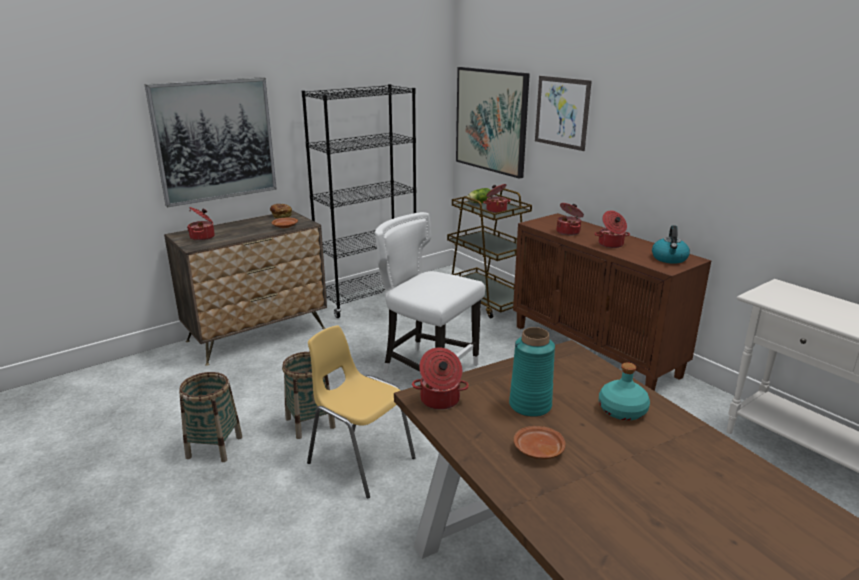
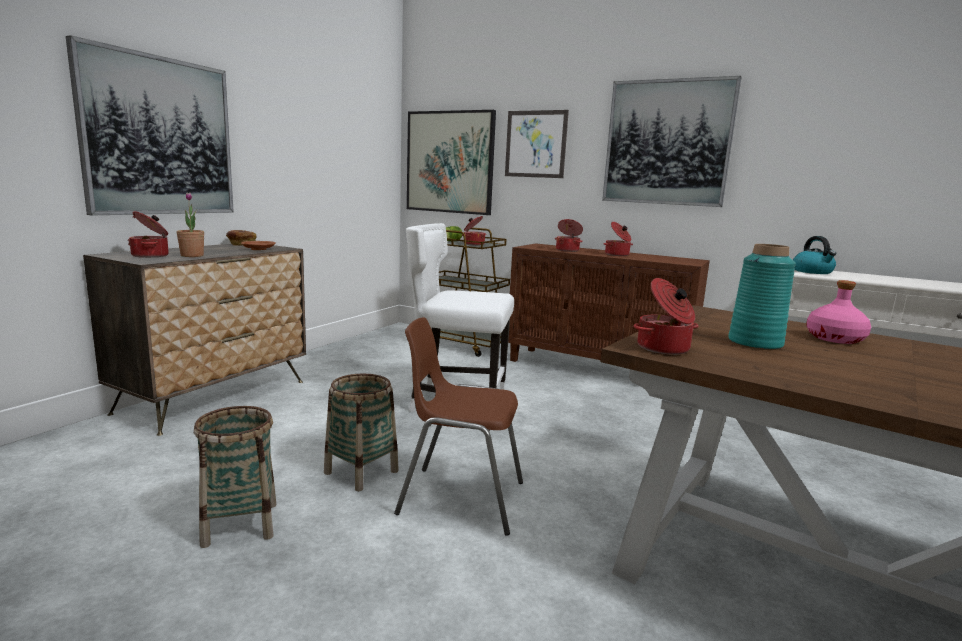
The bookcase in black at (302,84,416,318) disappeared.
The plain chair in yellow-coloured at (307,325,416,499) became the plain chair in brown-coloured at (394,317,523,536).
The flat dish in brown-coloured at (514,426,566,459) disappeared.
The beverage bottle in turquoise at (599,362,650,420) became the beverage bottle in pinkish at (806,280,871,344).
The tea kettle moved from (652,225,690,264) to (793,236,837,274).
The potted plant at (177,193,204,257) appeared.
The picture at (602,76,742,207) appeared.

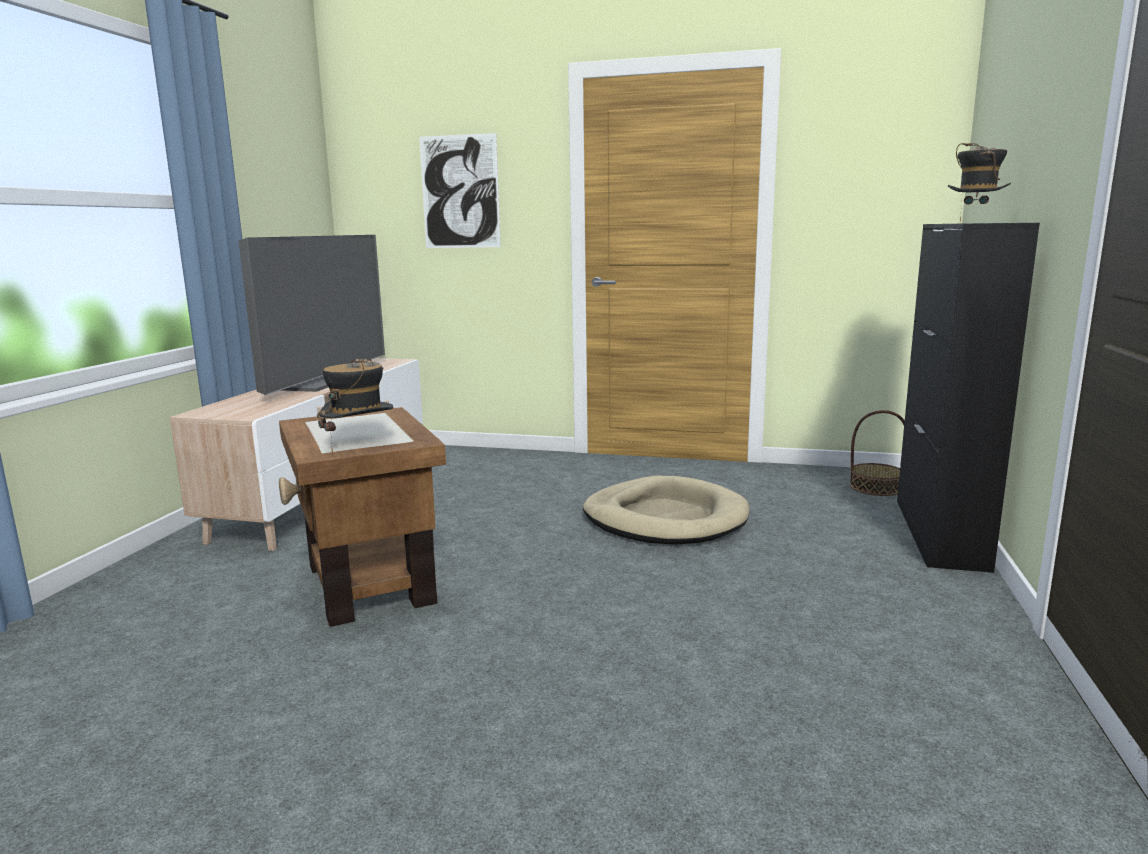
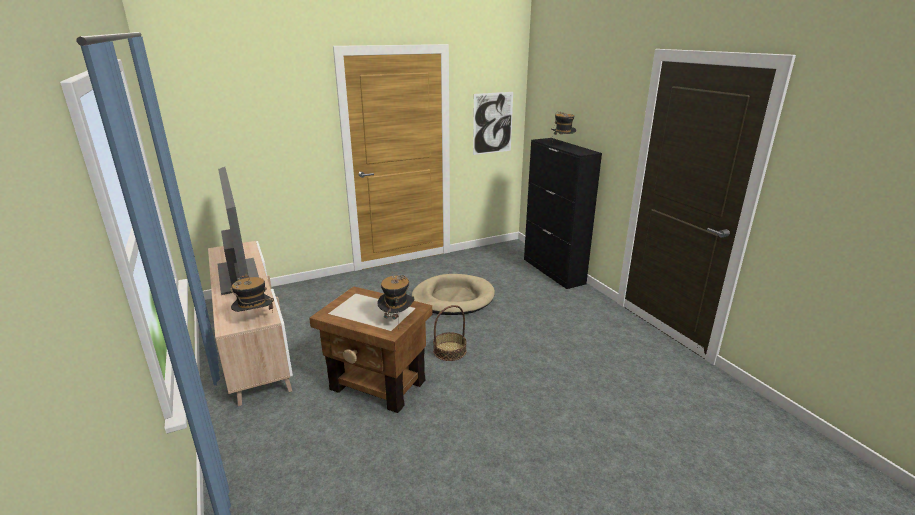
The picture moved from (419,133,501,248) to (473,92,513,155).
The storage basket moved from (850,410,905,496) to (433,305,467,361).
The hat at (230,273,274,313) appeared.

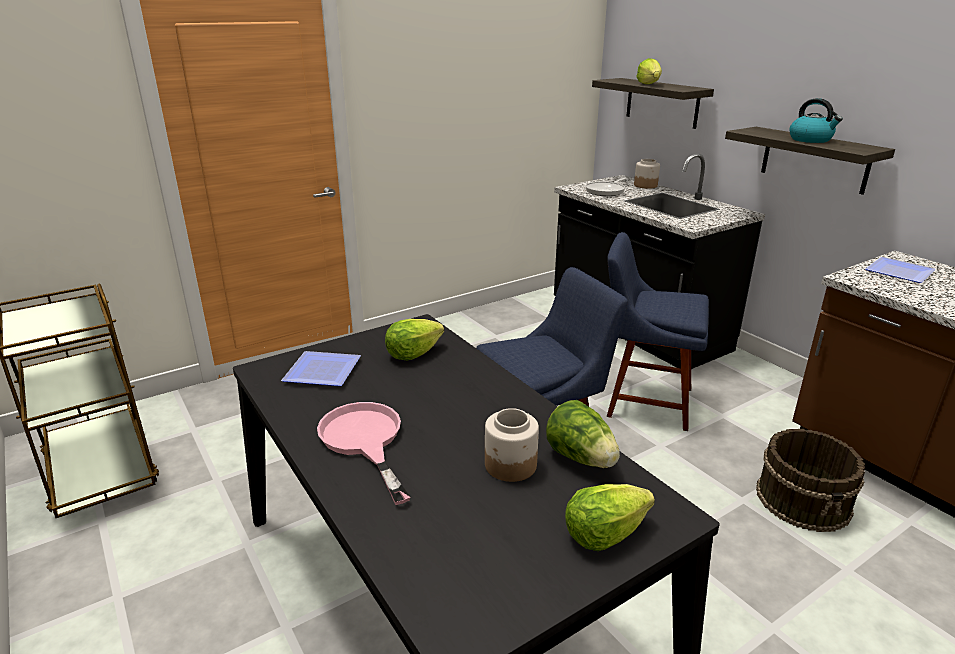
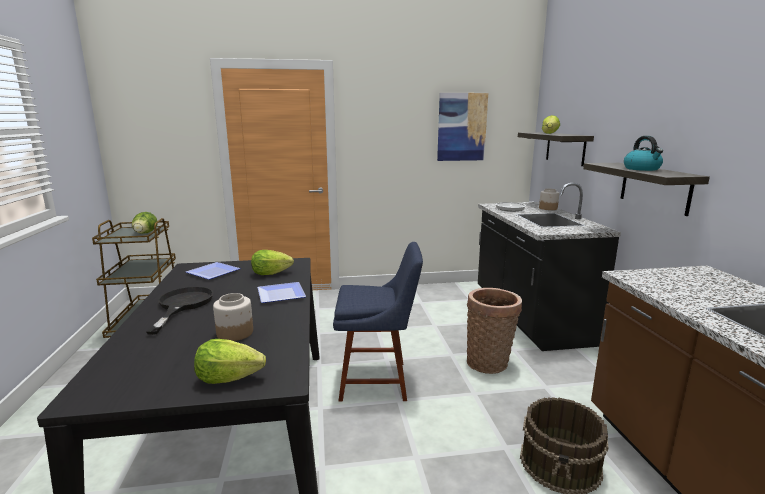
The frying pan in pinkish at (317,402,410,505) became the frying pan in black at (146,286,214,335).
The head of lettuce moved from (546,400,620,468) to (132,212,158,234).
The plain chair in bluish at (607,232,709,431) was replaced by the storage basket at (467,288,522,374).
The flat dish moved from (865,257,936,283) to (257,282,306,303).
The picture at (437,93,488,161) appeared.

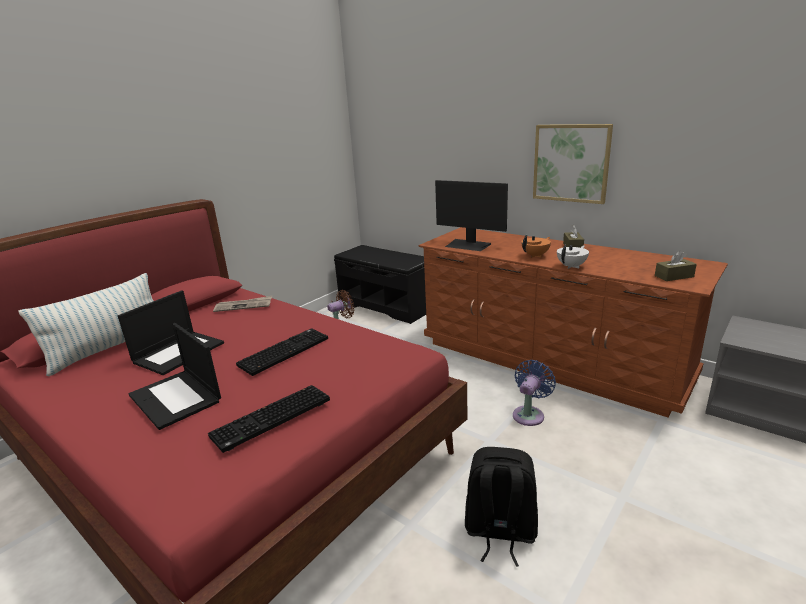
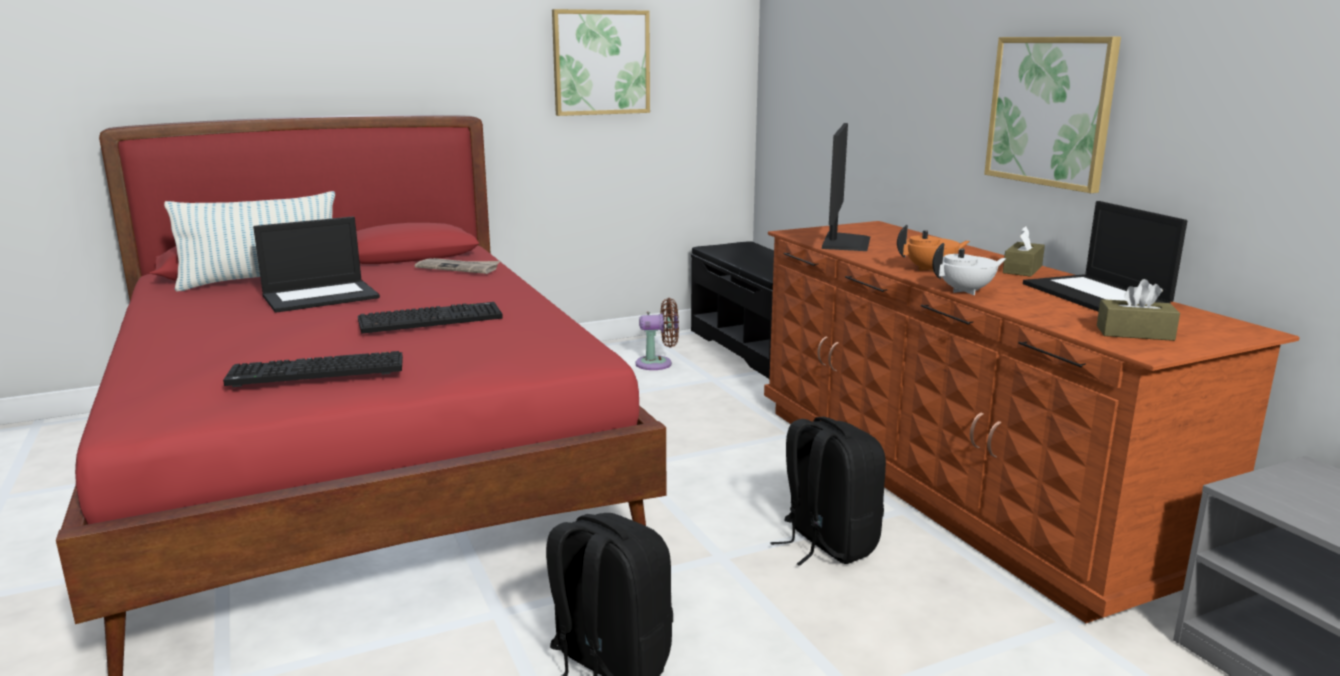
The portable computer moved from (128,323,221,430) to (1023,201,1187,312).
The computer display at (435,180,508,251) turned 135 degrees counterclockwise.
The electric fan in bluish at (513,360,556,426) was replaced by the knapsack in black at (770,417,886,566).
The picture at (552,9,650,116) appeared.

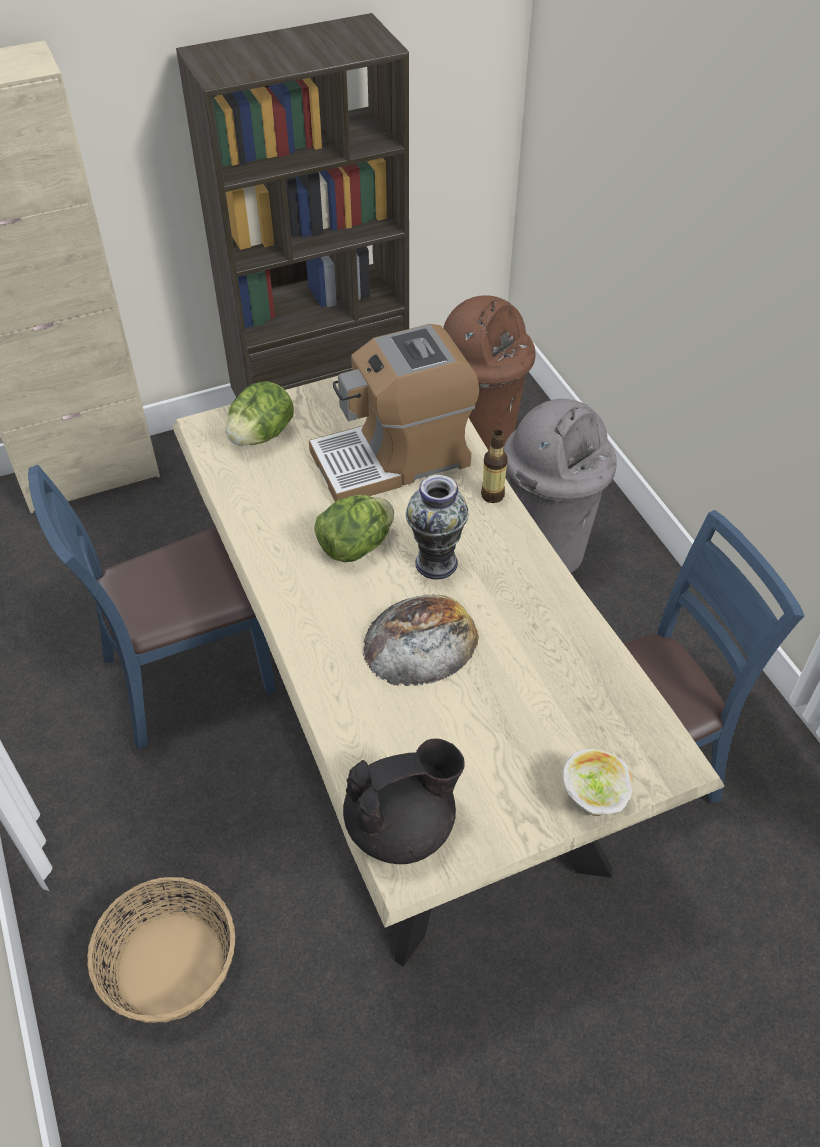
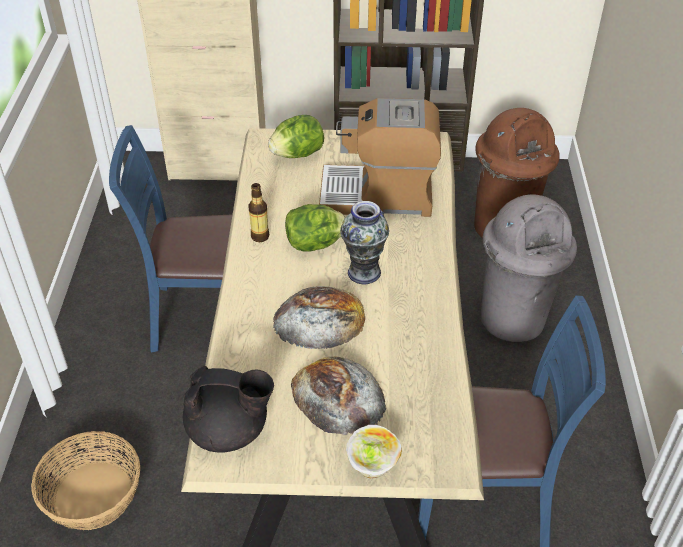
The beverage bottle moved from (481,430,508,503) to (248,183,269,242).
The baked bread at (291,357,386,435) appeared.

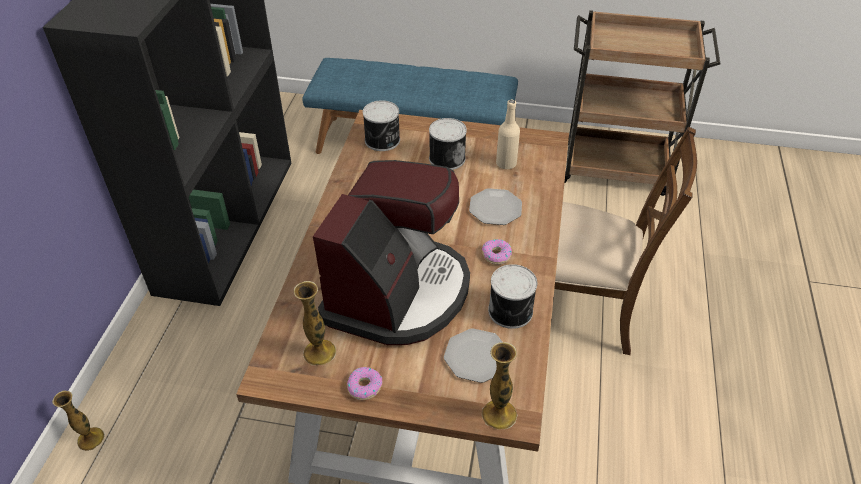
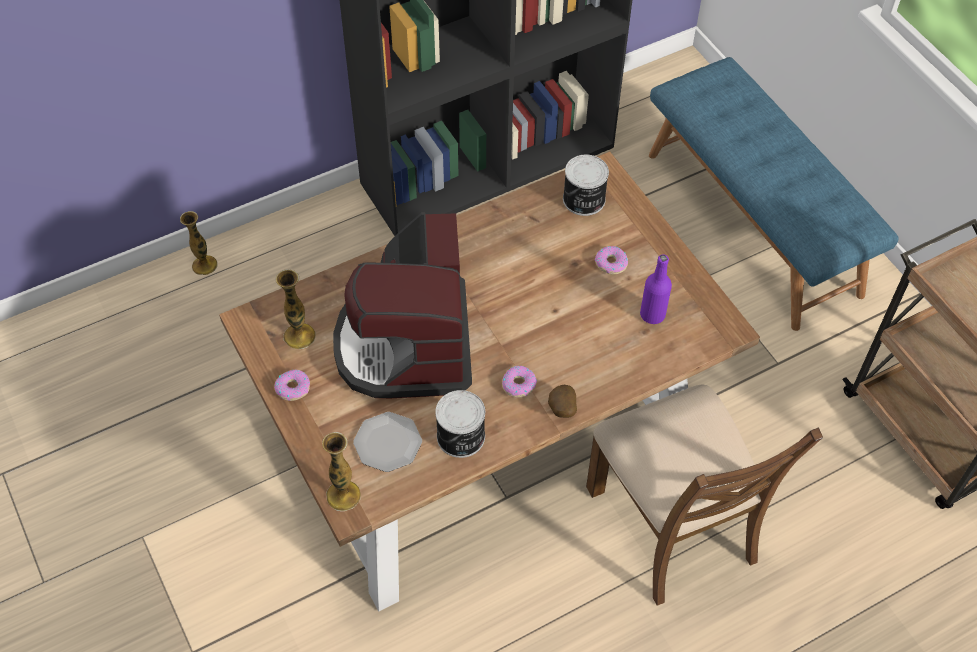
The coffee maker at (313,160,470,345) turned 105 degrees clockwise.
The metal can at (429,118,467,170) was replaced by the donut at (595,246,628,274).
The flat dish at (469,188,522,225) disappeared.
The beverage bottle in beige-coloured at (496,100,520,169) became the beverage bottle in purplish at (640,255,672,324).
The spud at (548,385,577,418) appeared.

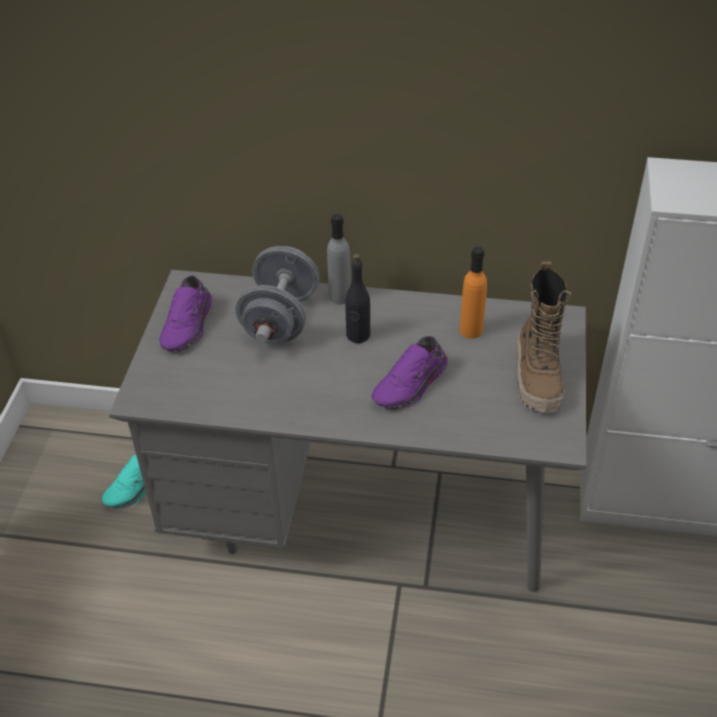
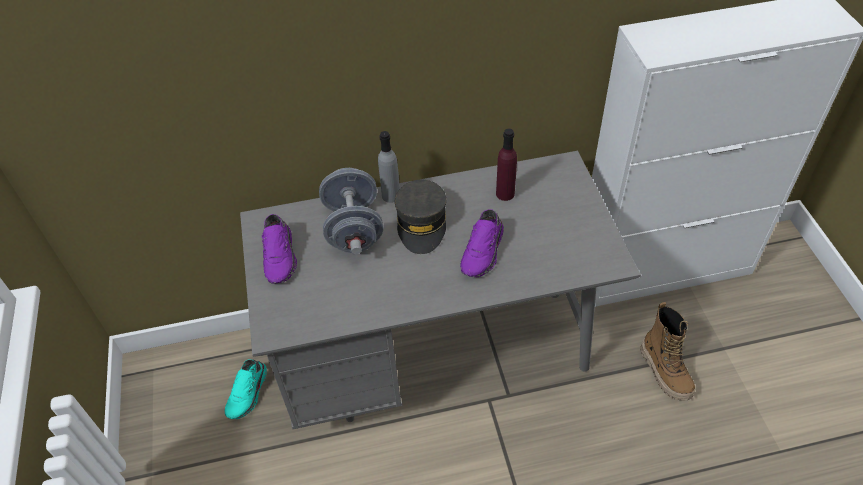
The beverage bottle in black at (345,253,370,343) was replaced by the cap in grey at (395,180,446,254).
The beverage bottle in orangey at (460,247,487,339) became the beverage bottle in purplish at (496,129,517,201).
The high-top boot moved from (517,261,572,413) to (640,302,695,401).

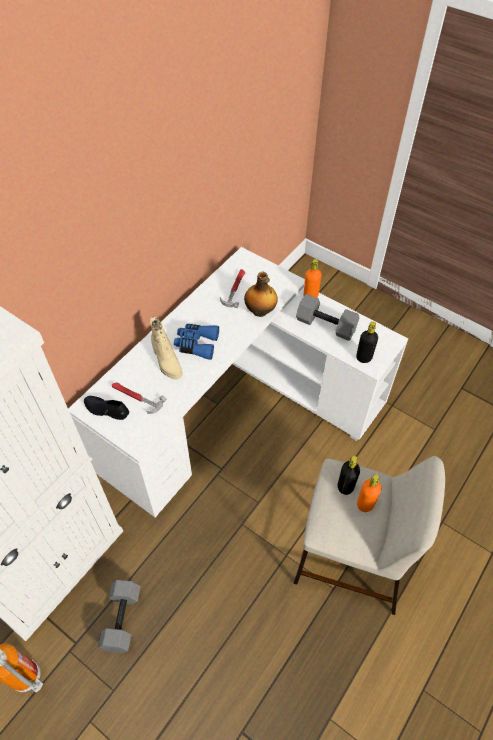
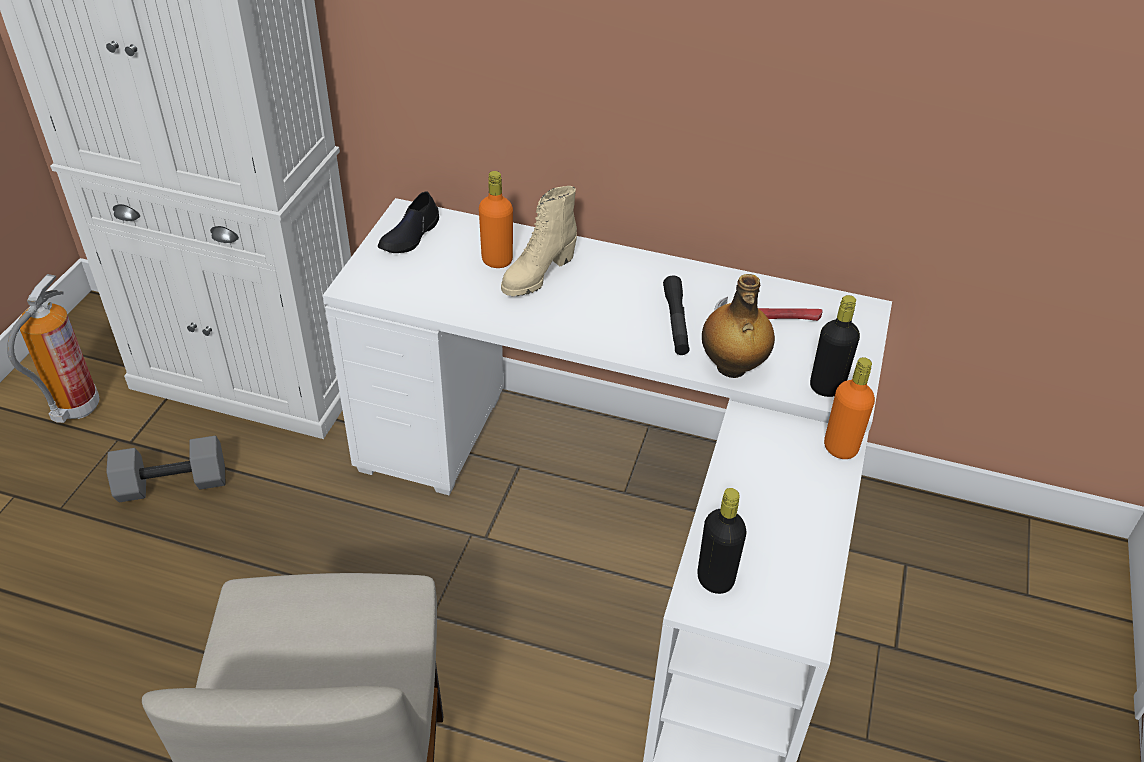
The item of footwear in black at (84,396,129,420) turned 150 degrees counterclockwise.
The hand hammer at (112,382,166,414) disappeared.
The field glasses in bluish at (174,324,219,360) disappeared.
The free weight in grey at (296,294,359,341) disappeared.
The beverage bottle in black moved from (338,456,360,495) to (810,295,860,397).
The beverage bottle in orangey moved from (357,474,381,512) to (479,171,513,268).
The torch in black at (663,275,690,355) appeared.

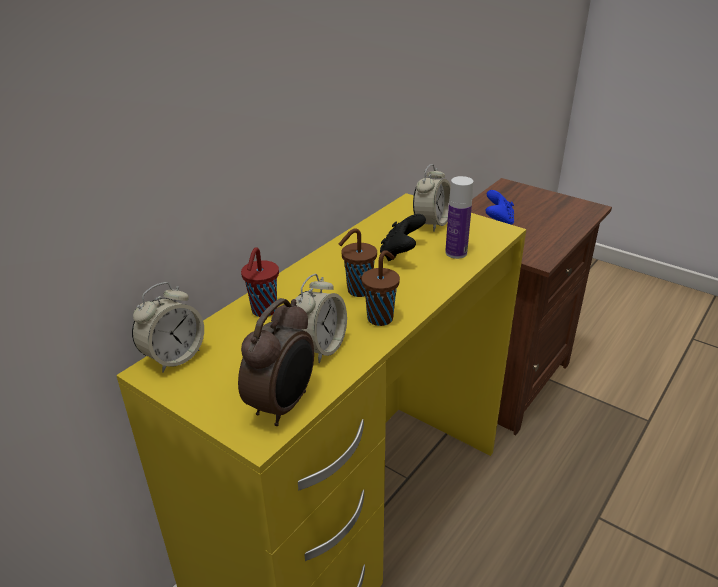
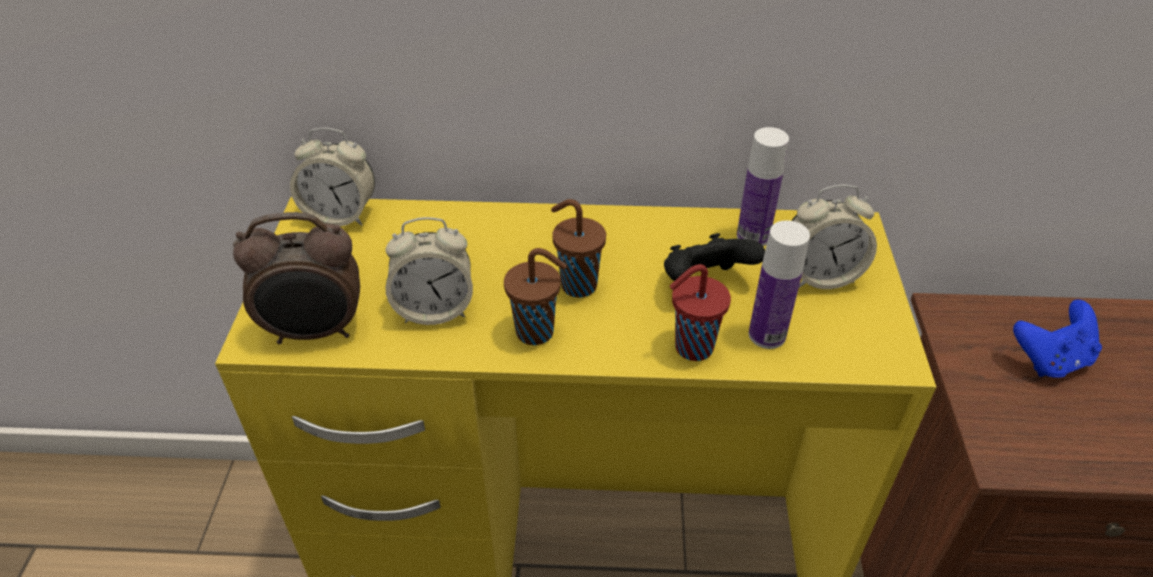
The drinking cup in red moved from (241,247,279,317) to (670,264,731,361).
The beverage bottle at (737,127,789,246) appeared.

